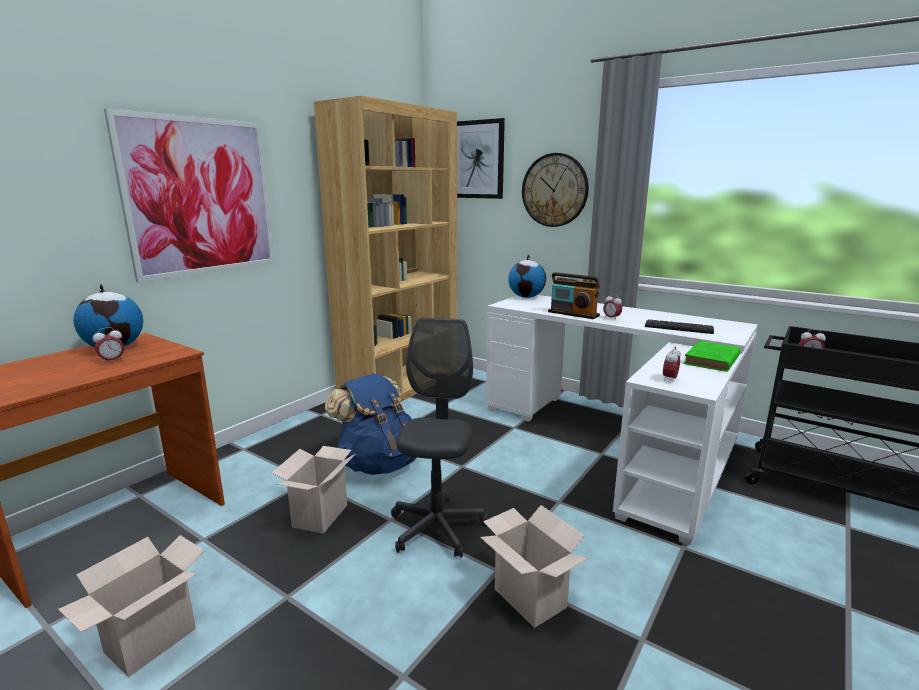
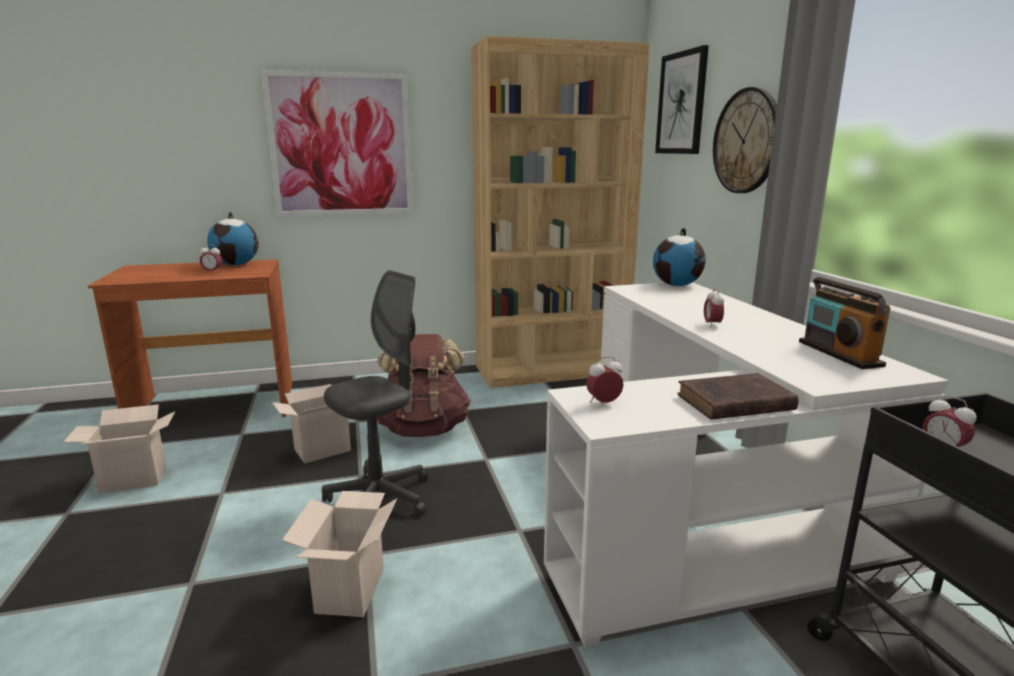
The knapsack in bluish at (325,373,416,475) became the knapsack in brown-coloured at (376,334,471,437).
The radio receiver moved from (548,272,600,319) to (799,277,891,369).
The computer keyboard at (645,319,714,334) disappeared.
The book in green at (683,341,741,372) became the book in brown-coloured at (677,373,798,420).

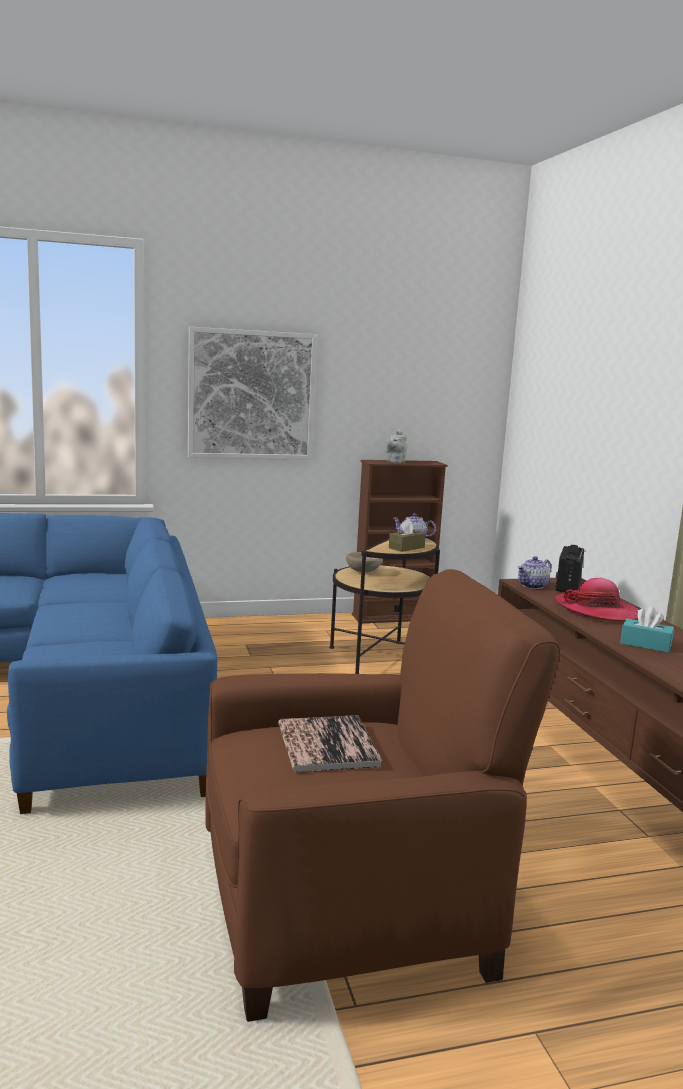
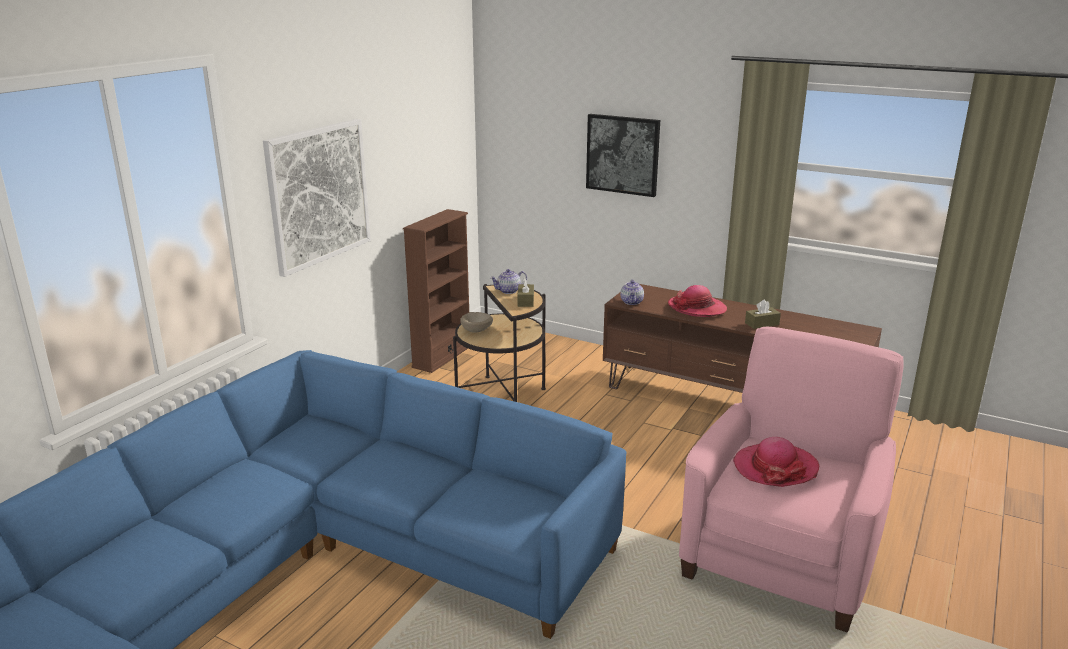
The lounge chair in brown-coloured at (205,569,560,1022) became the lounge chair in pinkish at (679,327,904,633).
The book at (278,715,382,773) was replaced by the hat at (733,437,819,487).
The teapot in grey at (384,429,407,463) disappeared.
The radio receiver at (555,545,584,592) disappeared.
The tissue holder in turquoise at (620,607,674,653) became the tissue holder in brown-coloured at (745,300,781,329).
The picture at (586,114,660,197) appeared.

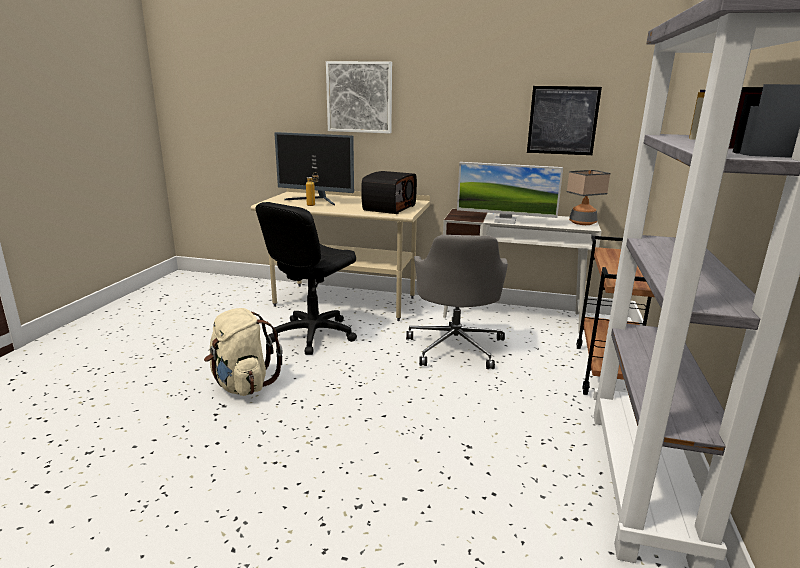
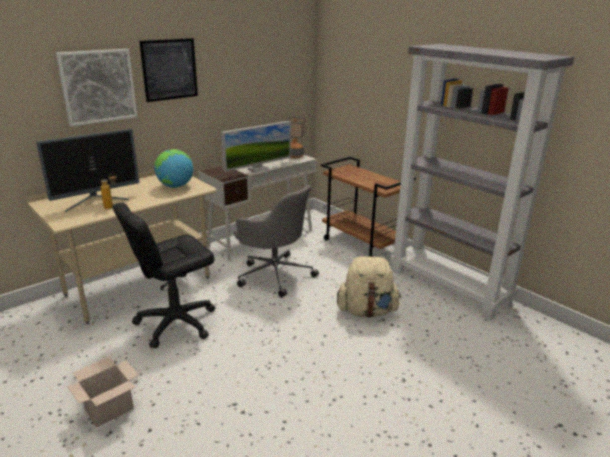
The knapsack in beige-coloured moved from (204,308,283,396) to (337,256,401,318).
The computer chair in black at (256,202,357,355) turned 75 degrees clockwise.
The radio receiver at (361,171,417,214) was replaced by the desk globe at (154,149,193,188).
The picture moved from (527,86,602,155) to (139,38,198,102).
The cardboard box at (67,356,139,428) appeared.

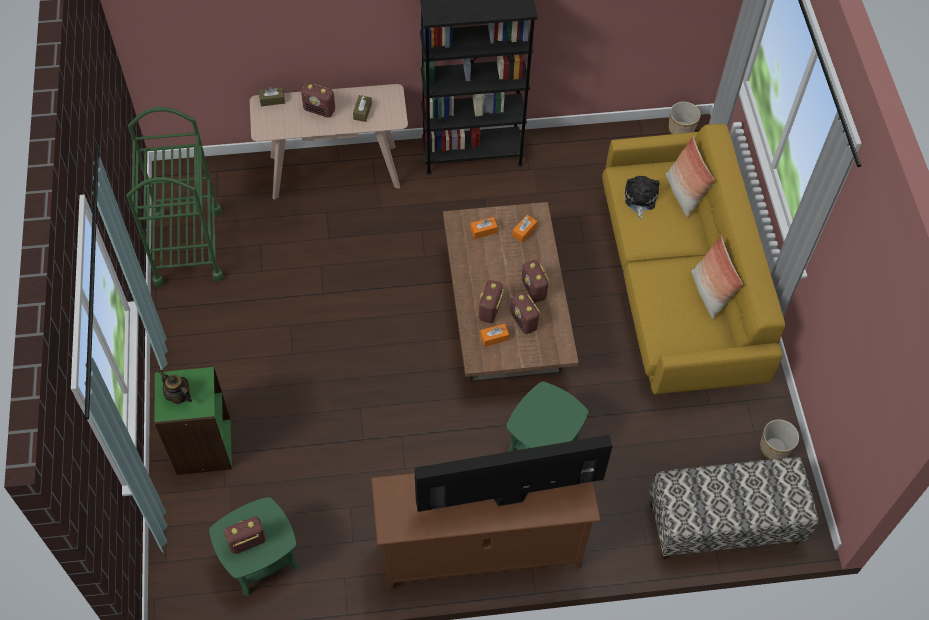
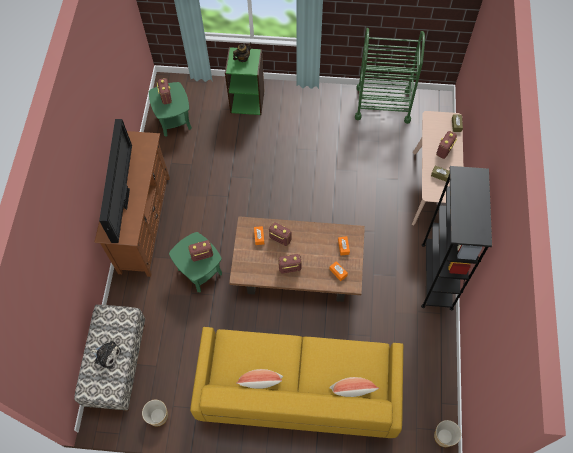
The radio receiver moved from (510,291,541,334) to (188,240,213,261).
The cuddly toy moved from (625,176,659,219) to (90,341,121,369).

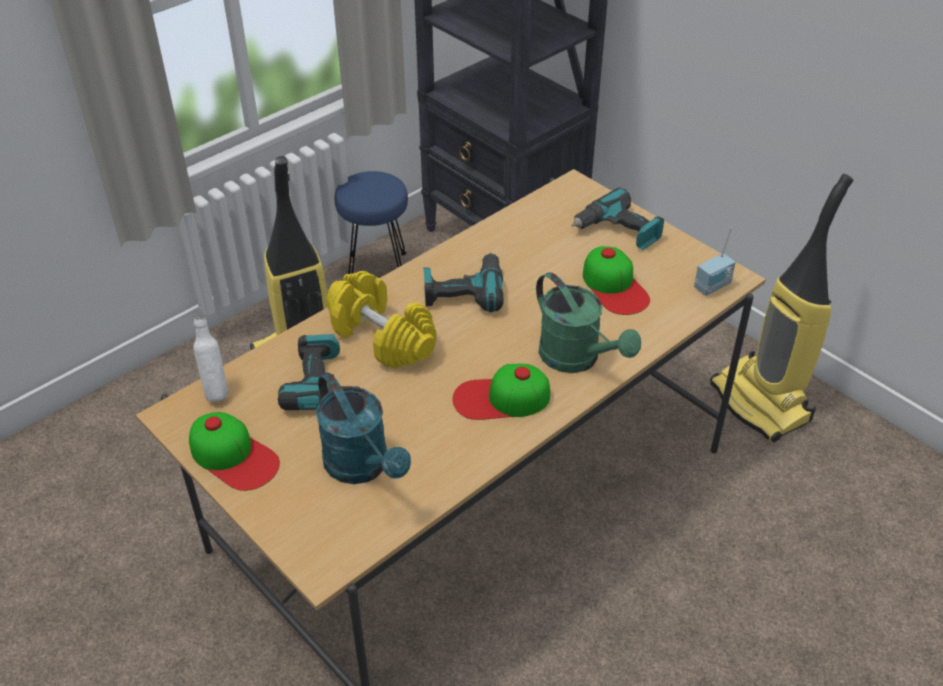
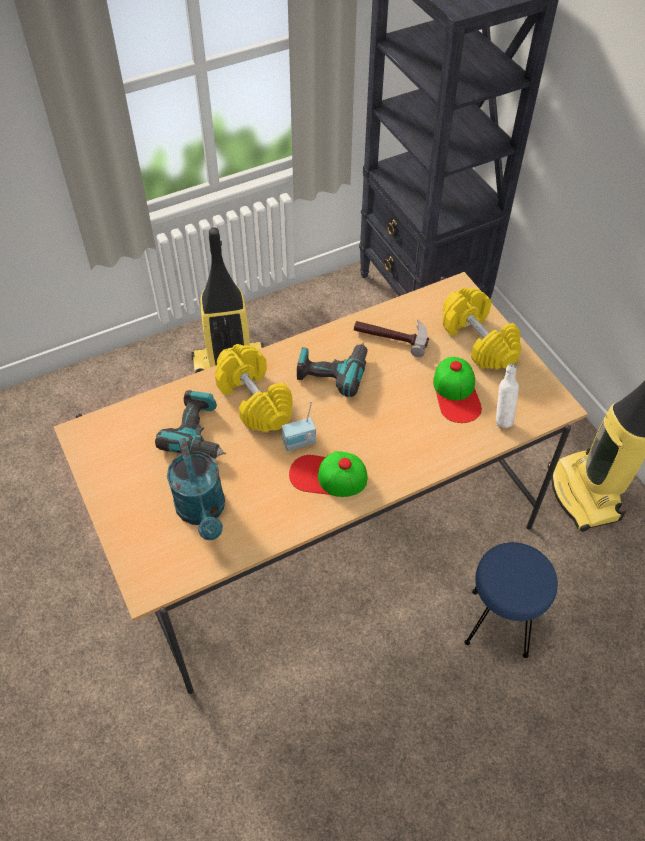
The cap at (189,412,280,491) disappeared.
The beverage bottle in whitish moved from (193,316,228,402) to (496,363,519,428).
The sitting stool in bluish moved from (335,171,408,274) to (464,542,558,658).
The sprinkling can in green at (536,272,641,373) disappeared.
The electric drill at (571,188,664,250) was replaced by the free weight in yellow-coloured at (443,287,522,370).
The radio receiver moved from (694,228,736,296) to (282,401,316,451).
The hand hammer at (354,319,429,357) appeared.

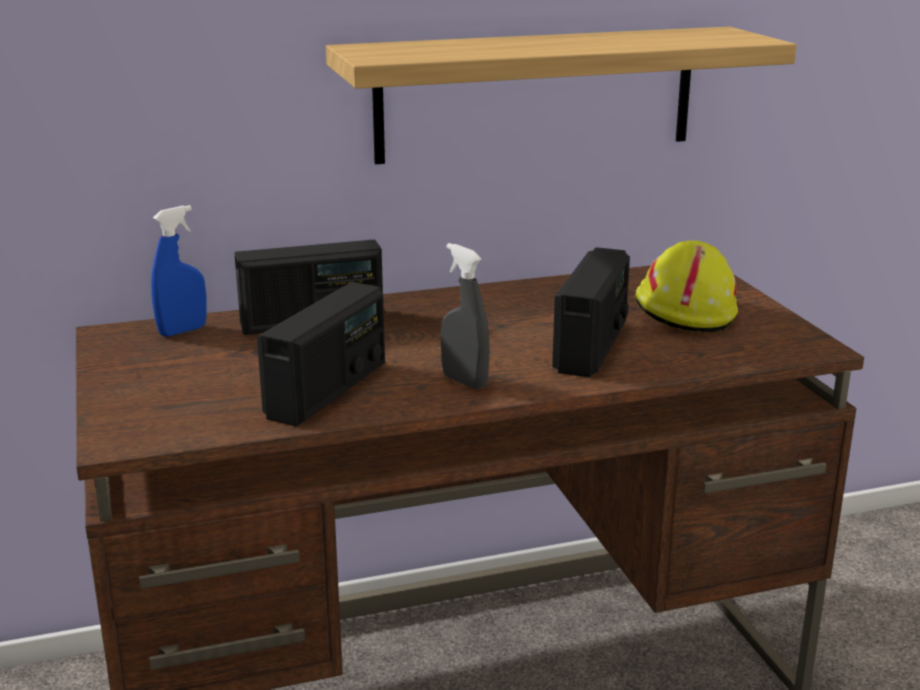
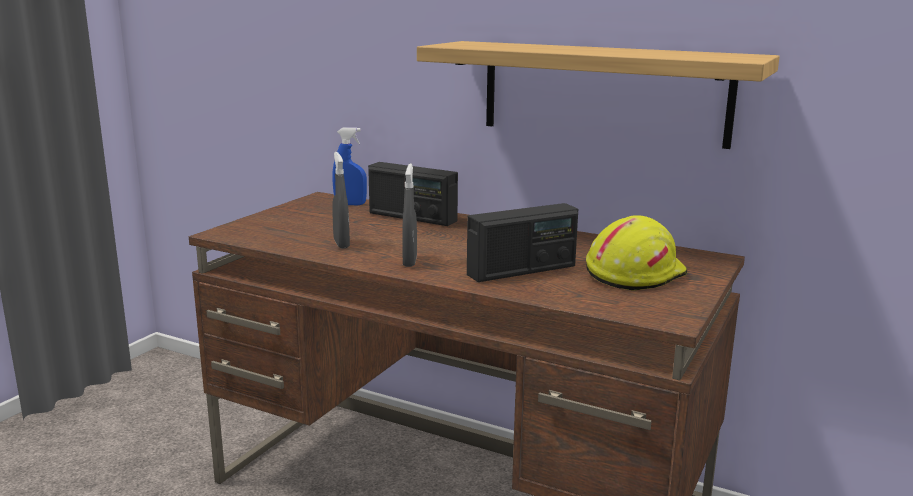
The radio receiver at (257,282,385,426) was replaced by the spray bottle in grey at (332,152,350,249).

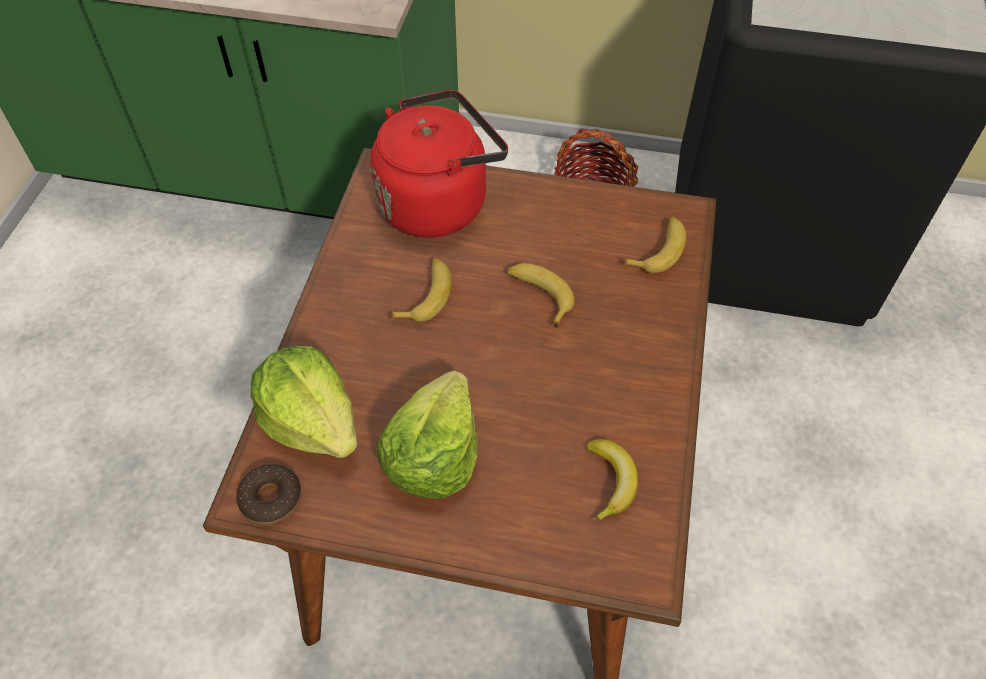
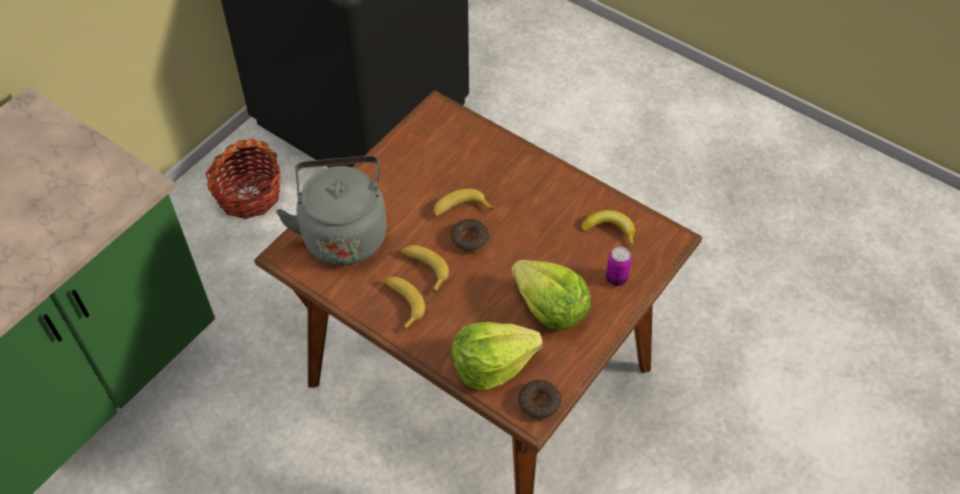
The tea kettle in red at (370,89,508,238) became the tea kettle in grey at (276,156,387,266).
The banana fruit moved from (623,217,686,273) to (383,277,425,331).
The donut at (450,219,489,253) appeared.
The metal can at (606,247,632,286) appeared.

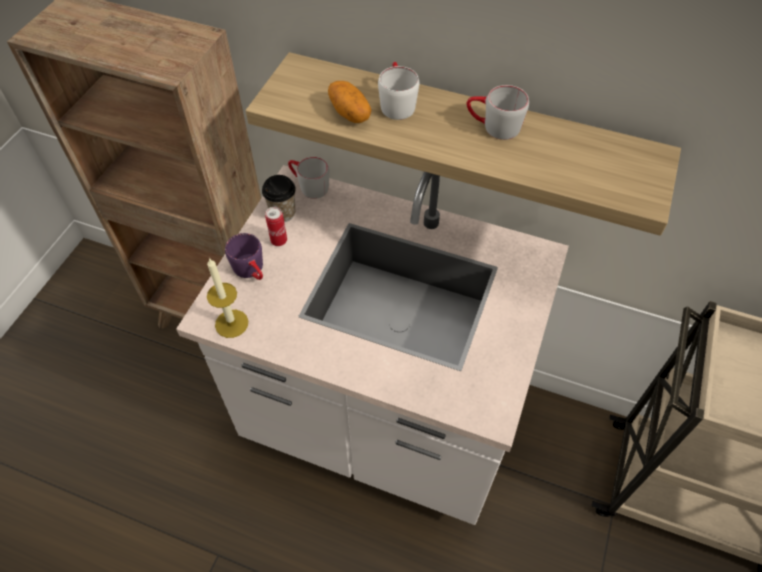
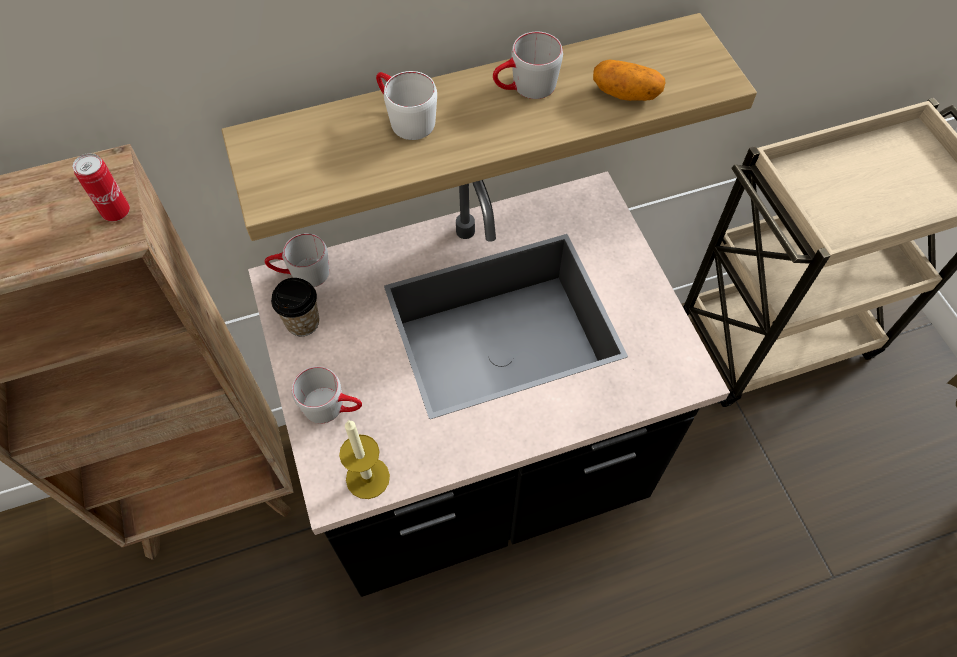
The kitchen base unit in whitish at (176,165,569,525) became the kitchen base unit in black at (248,171,730,597).
The mug in purplish at (225,233,263,280) became the mug in grey at (292,366,362,424).
The metal can moved from (265,207,287,246) to (73,153,130,222).
The spud moved from (328,81,371,123) to (593,59,665,101).

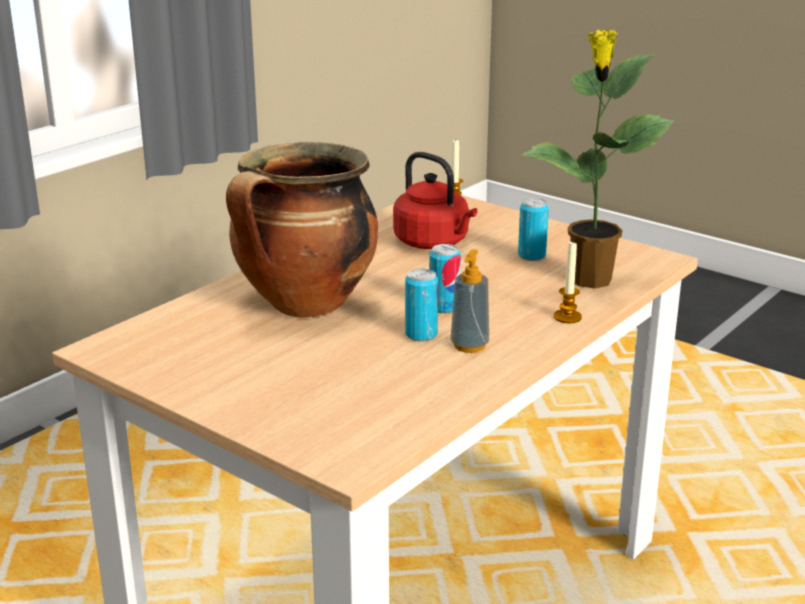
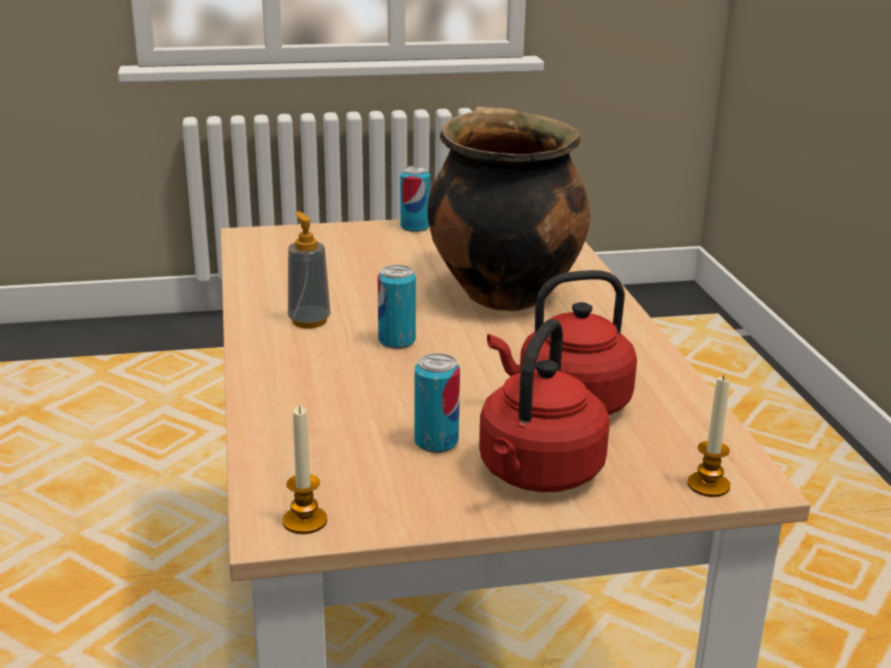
The metal can moved from (405,269,438,342) to (400,166,430,232).
The potted plant at (521,30,674,288) disappeared.
The candle moved from (554,241,582,323) to (283,405,327,534).
The tea kettle in red at (479,319,610,492) appeared.

